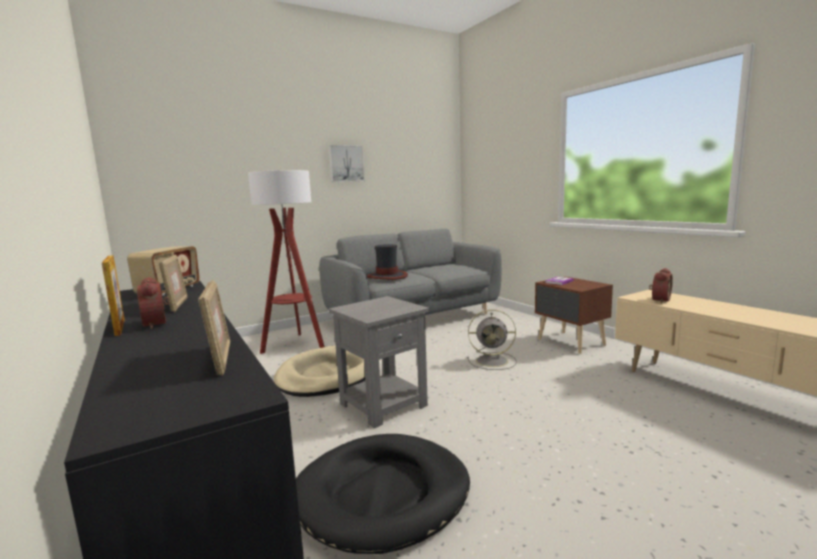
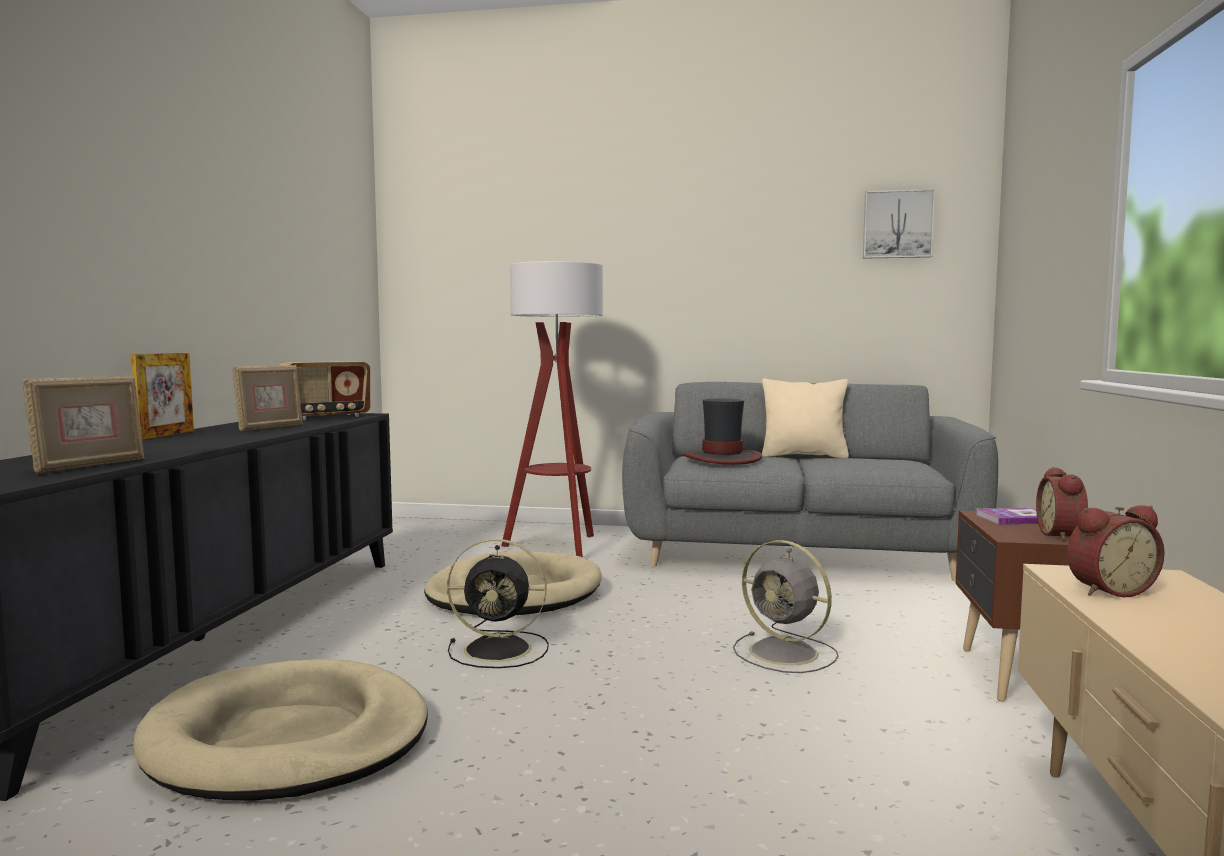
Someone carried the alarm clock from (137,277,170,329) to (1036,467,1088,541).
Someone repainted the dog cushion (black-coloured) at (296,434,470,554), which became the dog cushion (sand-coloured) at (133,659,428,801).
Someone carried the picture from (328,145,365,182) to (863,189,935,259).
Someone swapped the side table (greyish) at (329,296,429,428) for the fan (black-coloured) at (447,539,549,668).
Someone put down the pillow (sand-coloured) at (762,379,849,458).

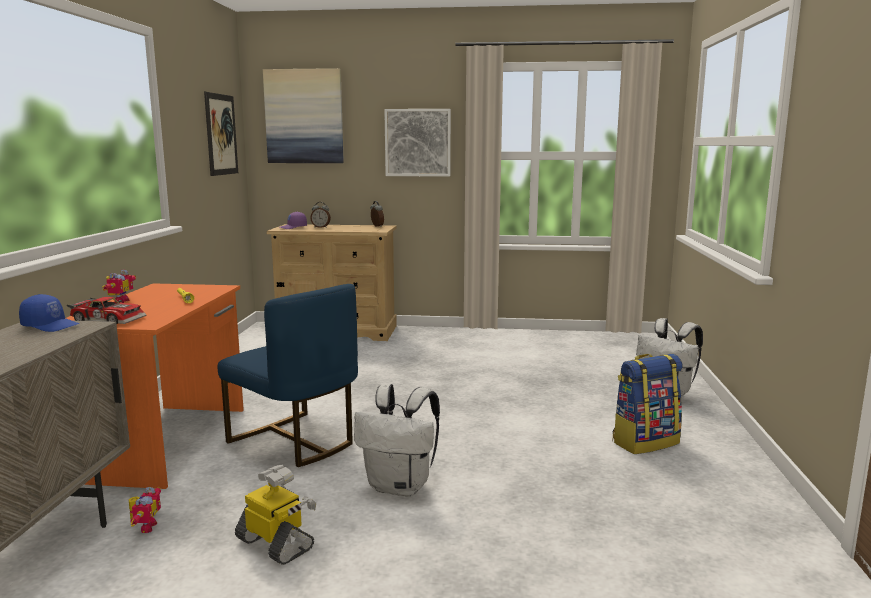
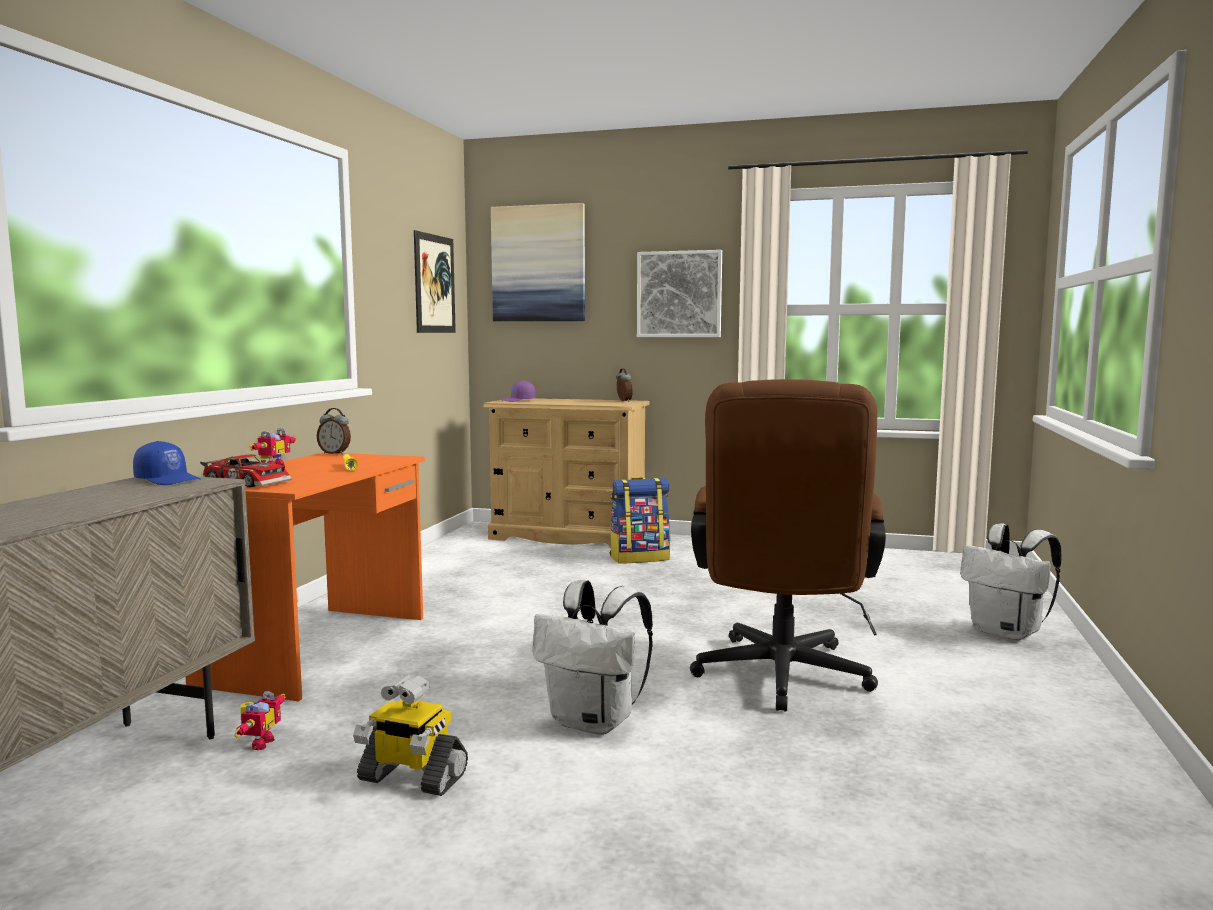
Someone took away the plain chair (bluish) at (218,284,358,467).
Someone rotated the robot figure at (235,465,316,565) by 150 degrees clockwise.
Someone carried the alarm clock from (310,202,331,228) to (317,408,351,455).
Someone carried the rucksack from (613,354,683,454) to (610,477,670,564).
Someone put down the computer chair (brown) at (690,379,886,712).

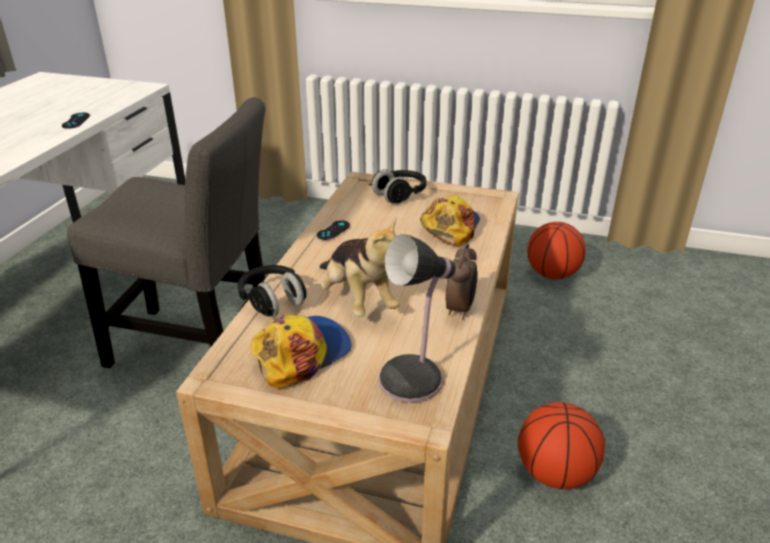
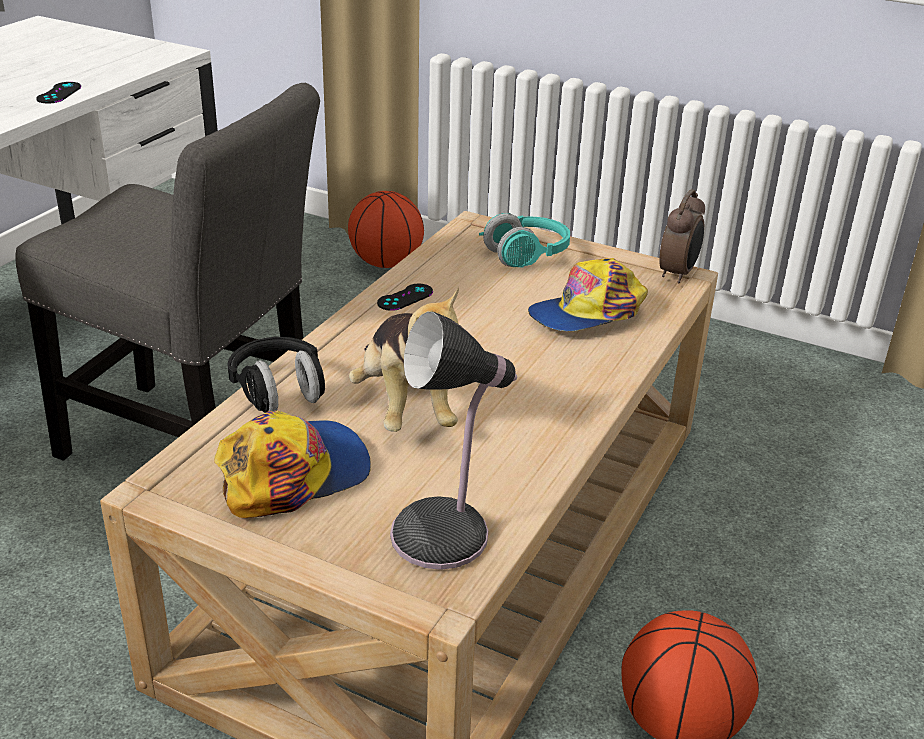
Someone repainted the headset (black-coloured) at (369,169,427,203), which became the headset (turquoise-coloured) at (479,213,570,268).
Someone rotated the baseball cap at (420,196,480,246) by 150 degrees counterclockwise.
Someone carried the alarm clock from (445,243,478,320) to (659,189,705,283).
Someone carried the ball for basketball from (527,222,586,279) to (348,191,424,268).

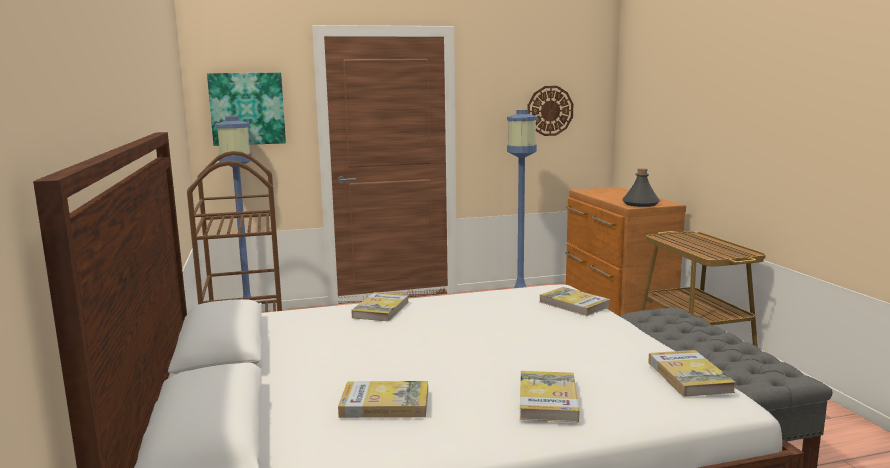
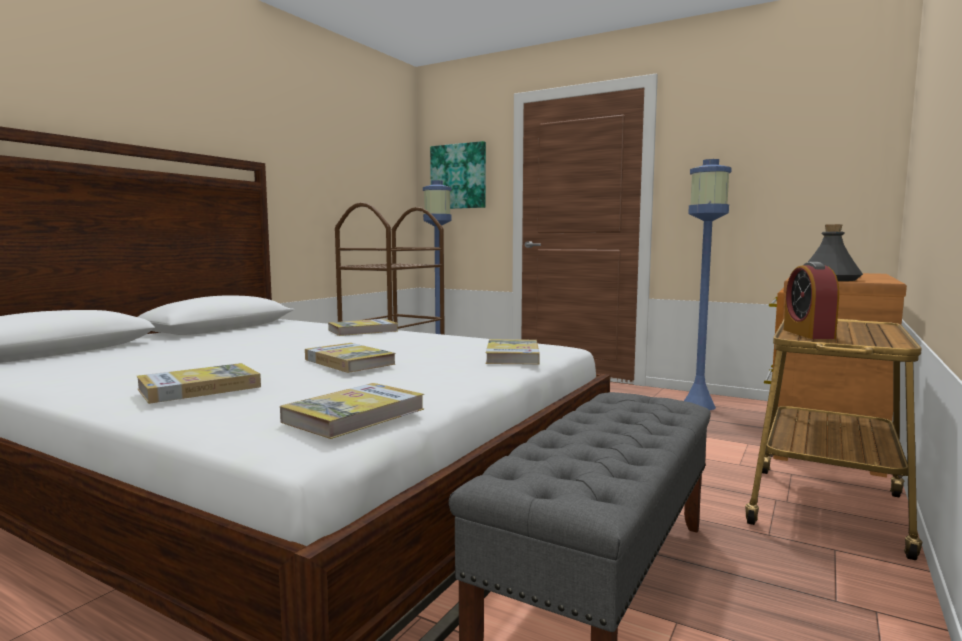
Someone carried the volume from (338,381,428,418) to (305,343,396,373).
Someone took away the hanging clock at (528,86,573,136).
Someone put down the alarm clock at (784,262,839,339).

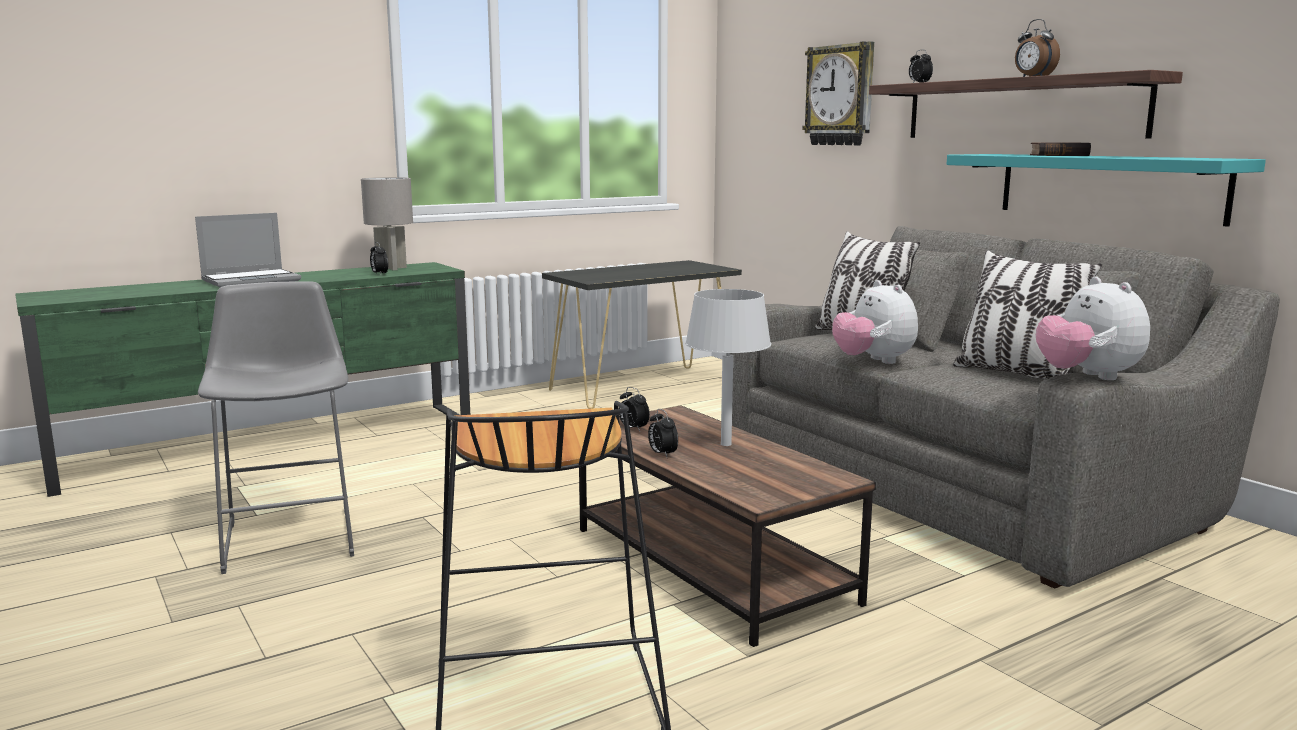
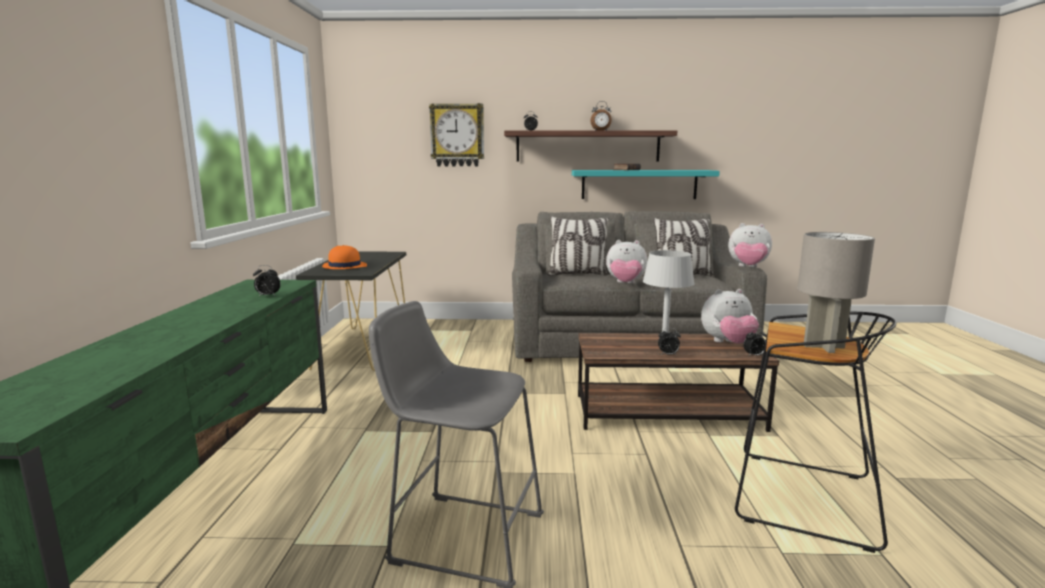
Someone took away the laptop at (195,213,301,287).
Someone carried the lamp for a table (greyish) from (361,177,413,270) to (797,232,875,353).
Someone carried the alarm clock from (619,387,650,431) to (744,328,767,357).
Someone put down the hat (orange-coloured) at (322,245,367,269).
Someone put down the plush toy at (701,289,759,344).

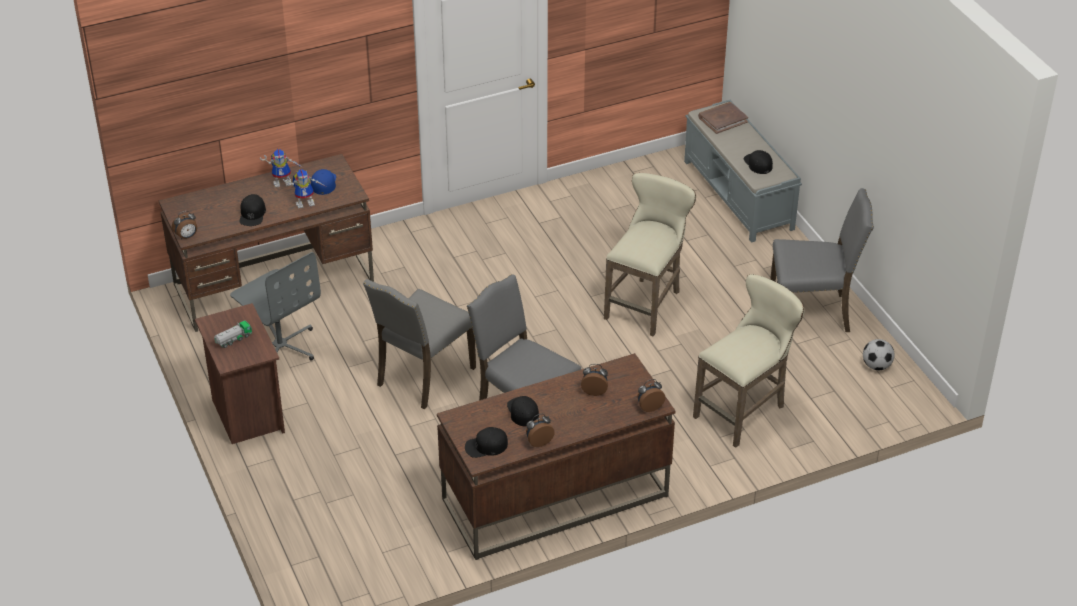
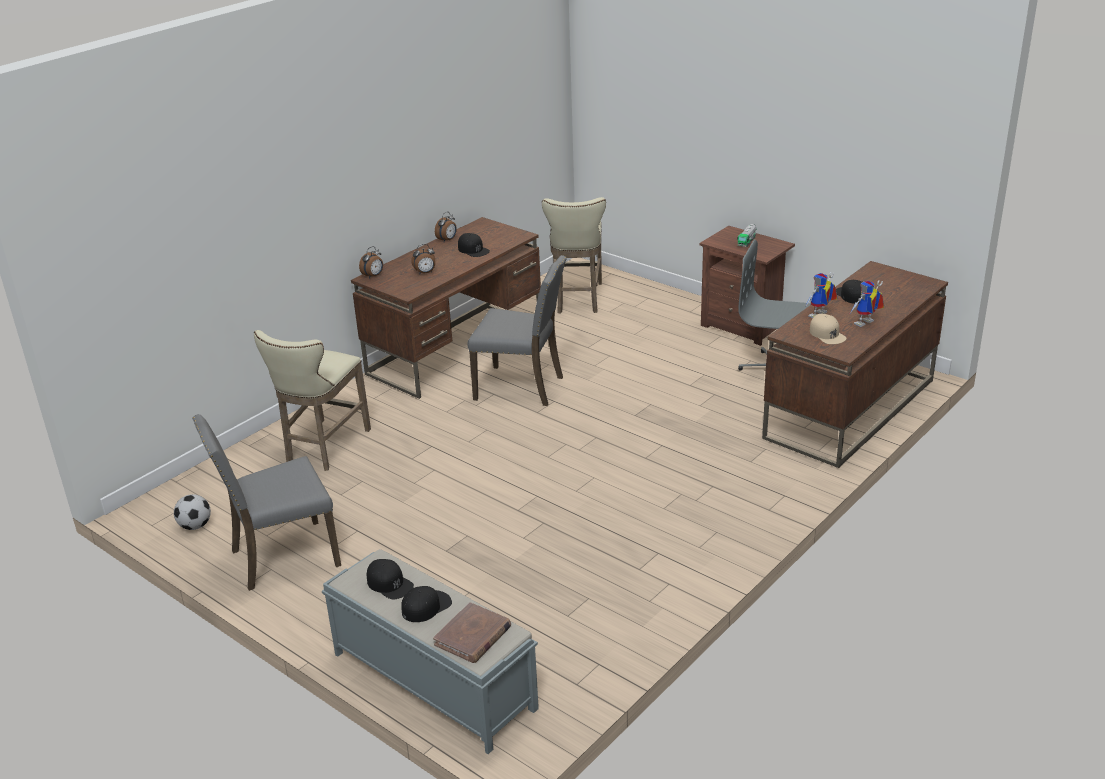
Someone took away the alarm clock at (172,211,197,240).
Someone repainted the baseball cap (bluish) at (311,169,336,195), which became the baseball cap (sand-coloured) at (810,314,847,344).
Someone took away the plain chair (greyish) at (363,279,476,409).
Someone carried the baseball cap (black-coloured) from (465,427,508,458) to (401,586,452,622).
Someone carried the sitting stool (sand-coloured) from (604,173,696,336) to (542,197,606,314).

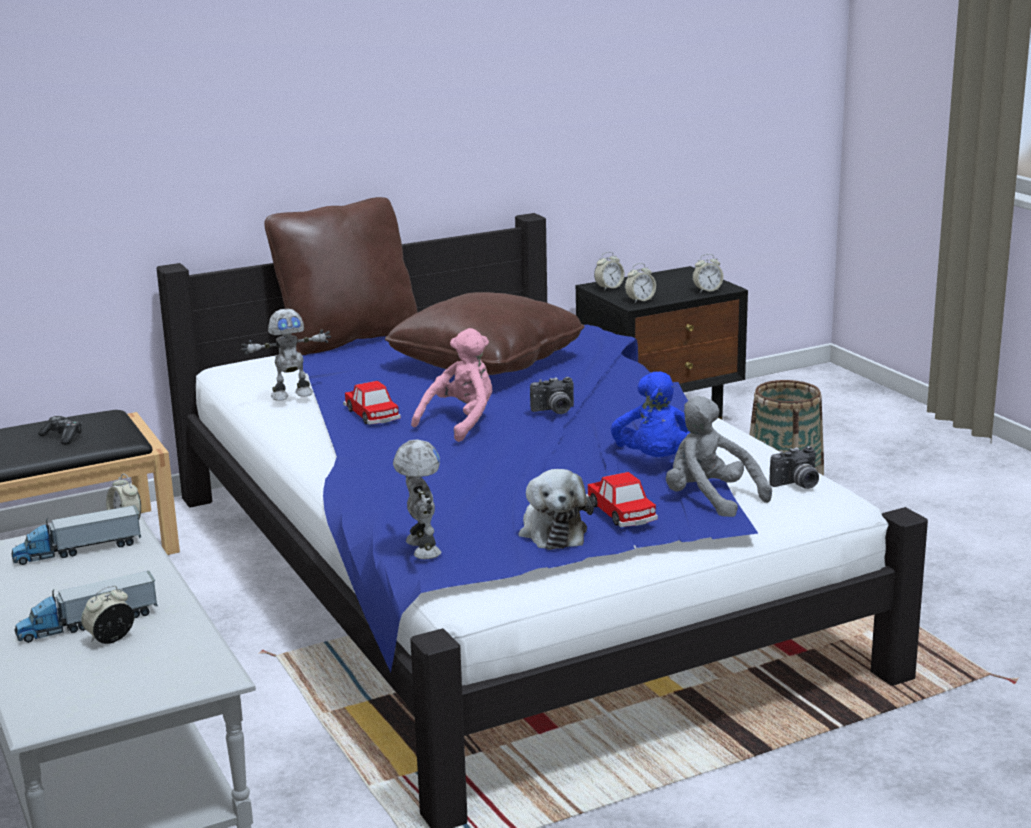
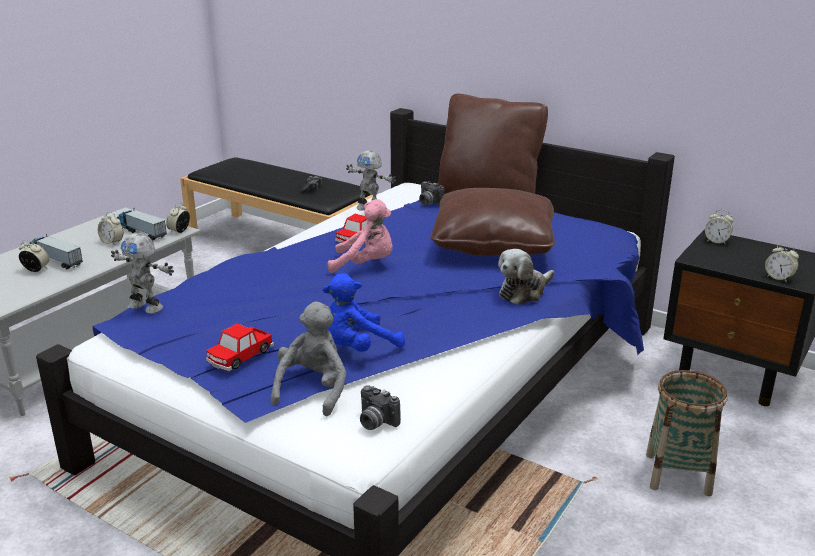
Someone rotated the robot figure at (393,439,441,559) by 75 degrees clockwise.
Someone carried the plush toy from (518,469,594,550) to (498,249,554,305).
Someone carried the still camera from (530,377,574,414) to (419,181,444,205).
Someone carried the alarm clock from (625,263,656,303) to (98,212,124,246).

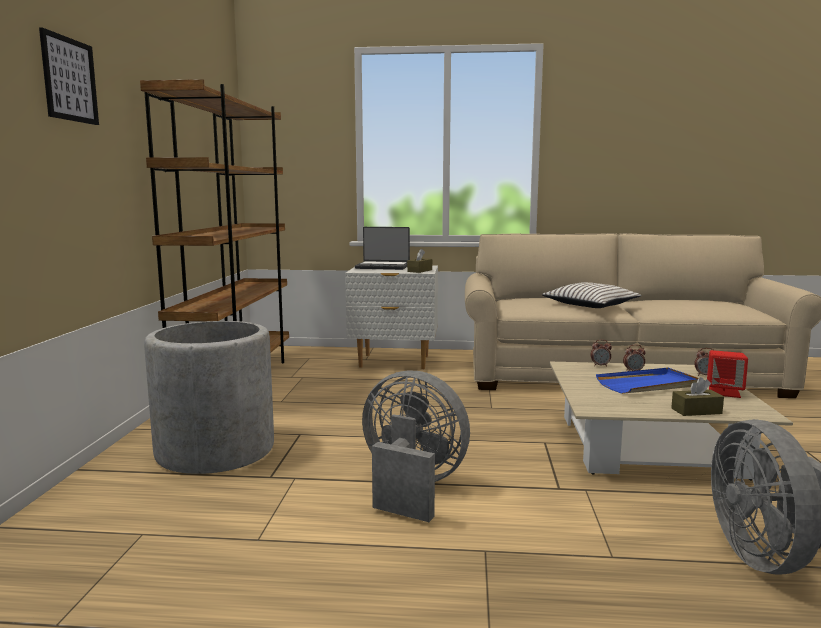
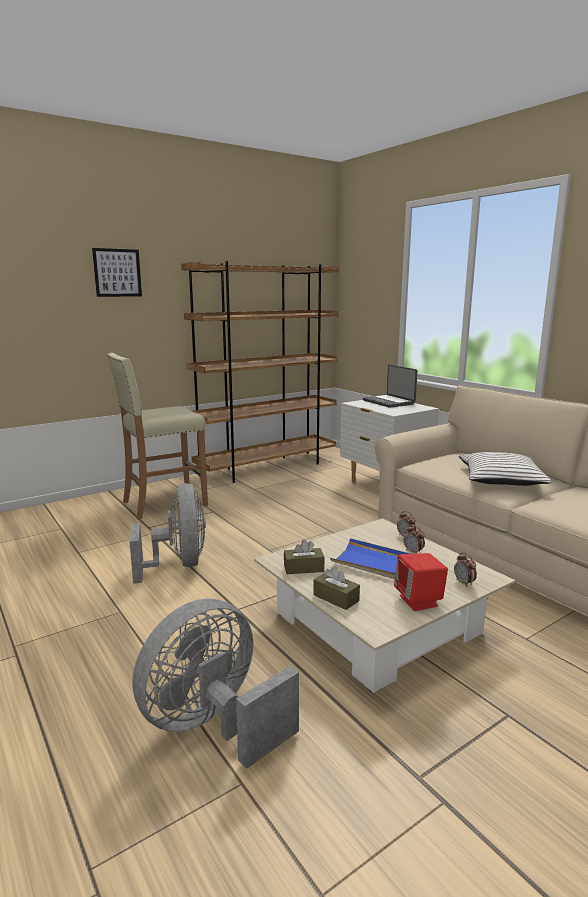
Someone swapped the planter (greyish) at (144,321,274,474) for the sitting stool (sand-coloured) at (107,353,208,520).
Someone carried the tissue holder (brown) from (407,249,432,273) to (284,539,324,574).

